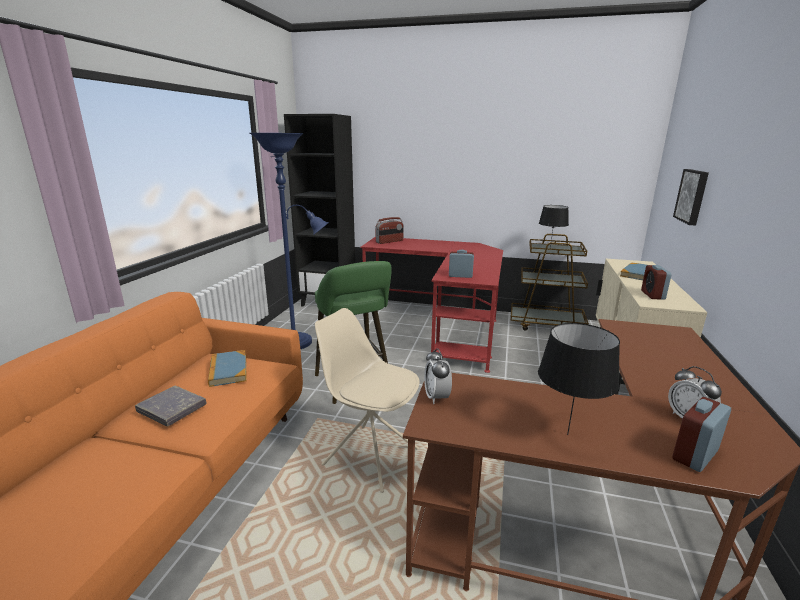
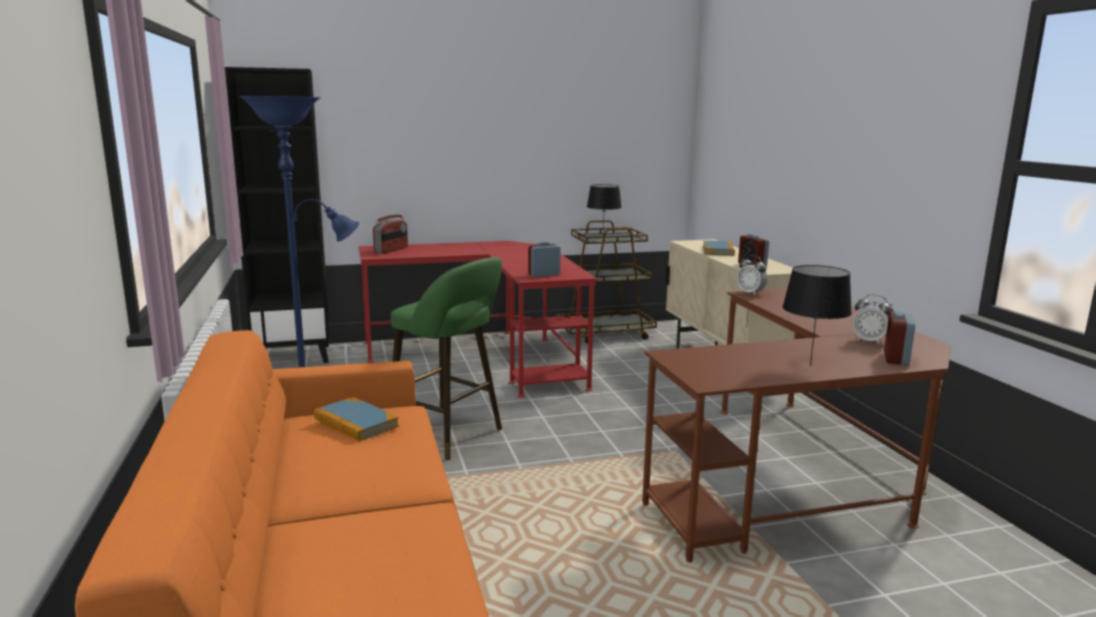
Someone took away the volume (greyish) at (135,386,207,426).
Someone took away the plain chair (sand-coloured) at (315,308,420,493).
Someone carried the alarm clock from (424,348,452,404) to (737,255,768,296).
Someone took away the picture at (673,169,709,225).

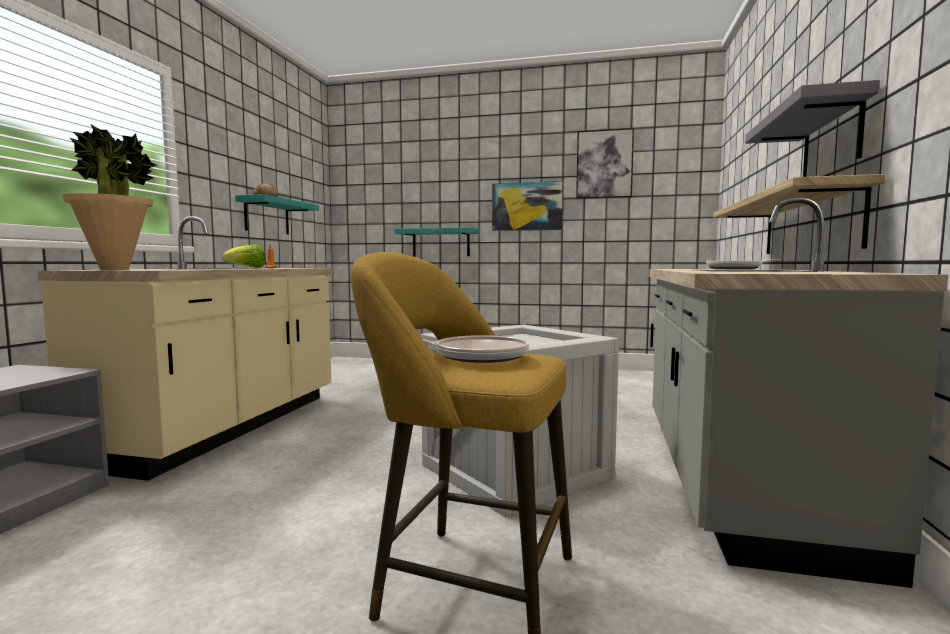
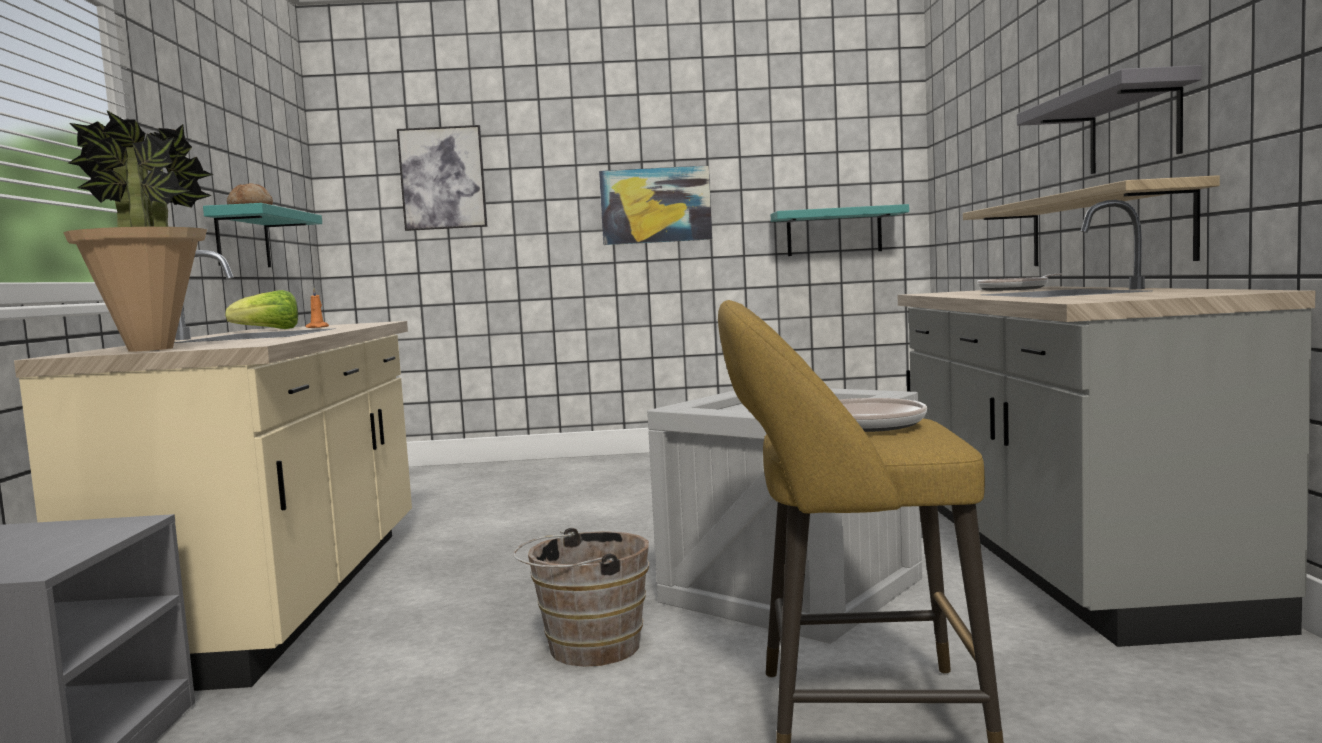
Someone carried the shelf (turquoise-coloured) from (394,227,479,256) to (771,204,909,256).
Someone carried the picture from (576,128,634,199) to (397,125,487,231).
Someone put down the pail (brown) at (513,528,649,667).

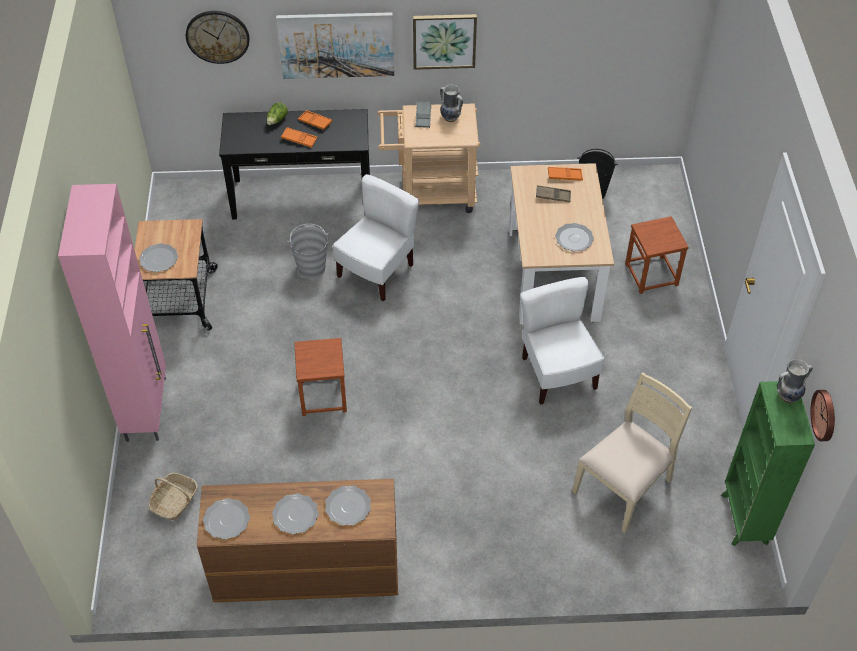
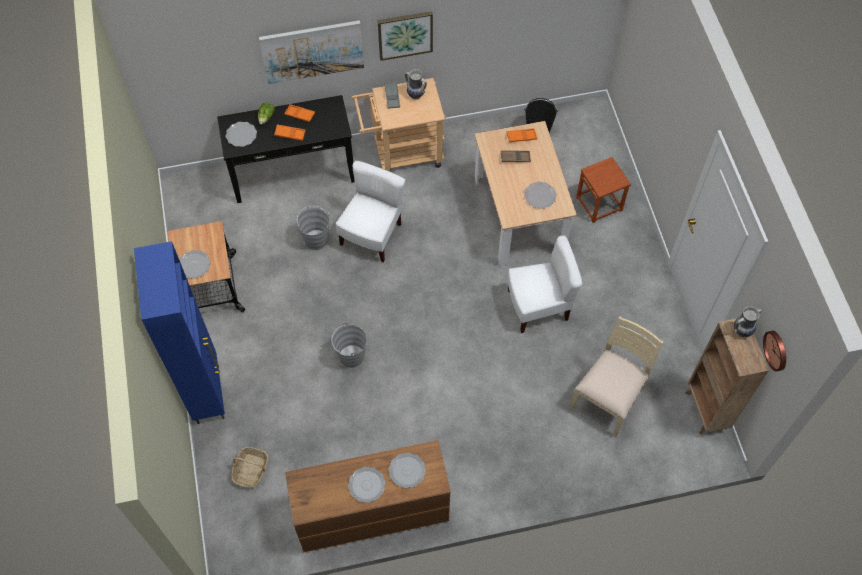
Someone repainted the cabinet (pinkish) at (58,184,166,442), which became the cabinet (bluish) at (134,241,225,424).
Someone took away the hanging clock at (186,11,249,64).
Someone carried the flat dish from (203,498,250,539) to (225,122,257,147).
Someone swapped the sitting stool (brown) at (294,338,347,416) for the pail (greyish) at (331,323,367,368).
Someone rotated the plain chair (whitish) at (521,277,604,405) by 105 degrees clockwise.
Someone repainted the shelving unit (greenish) at (721,381,815,546), which became the shelving unit (brown) at (685,318,769,435).

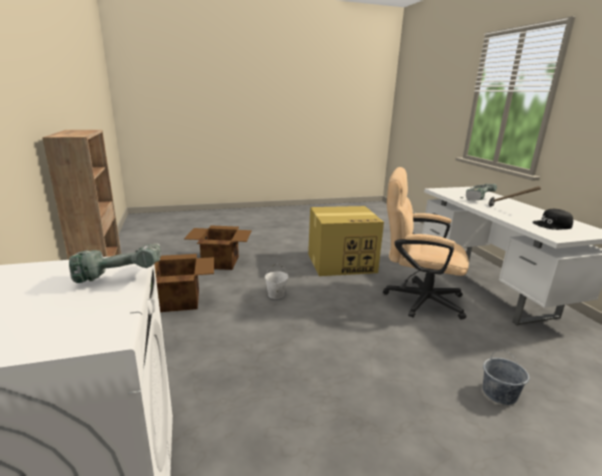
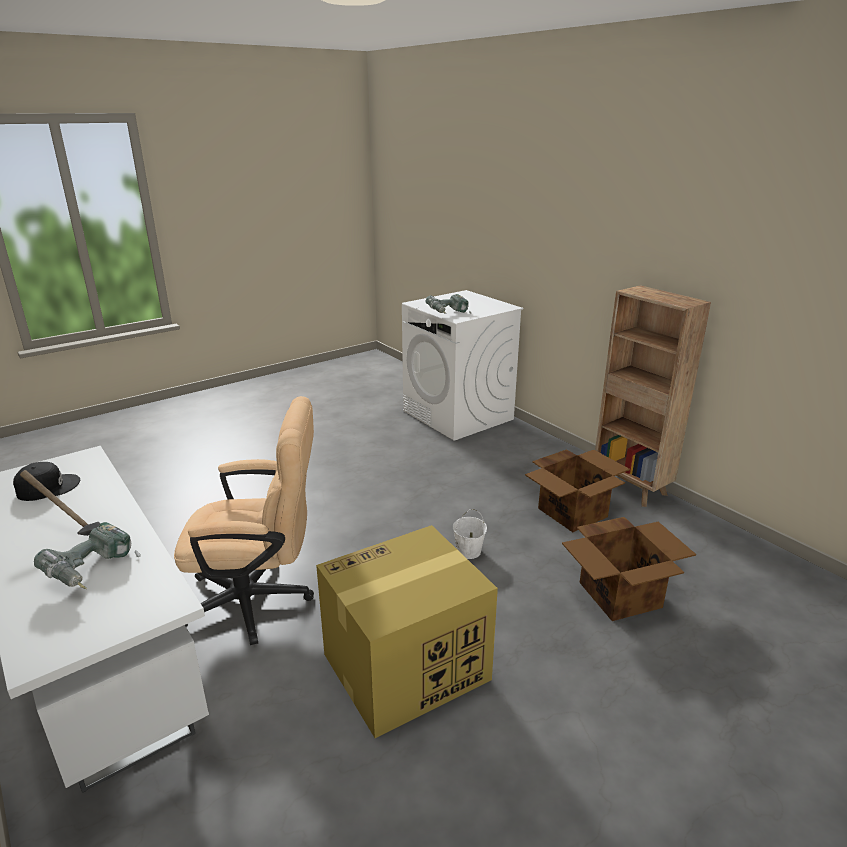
Someone took away the pail (greyish) at (483,350,529,405).

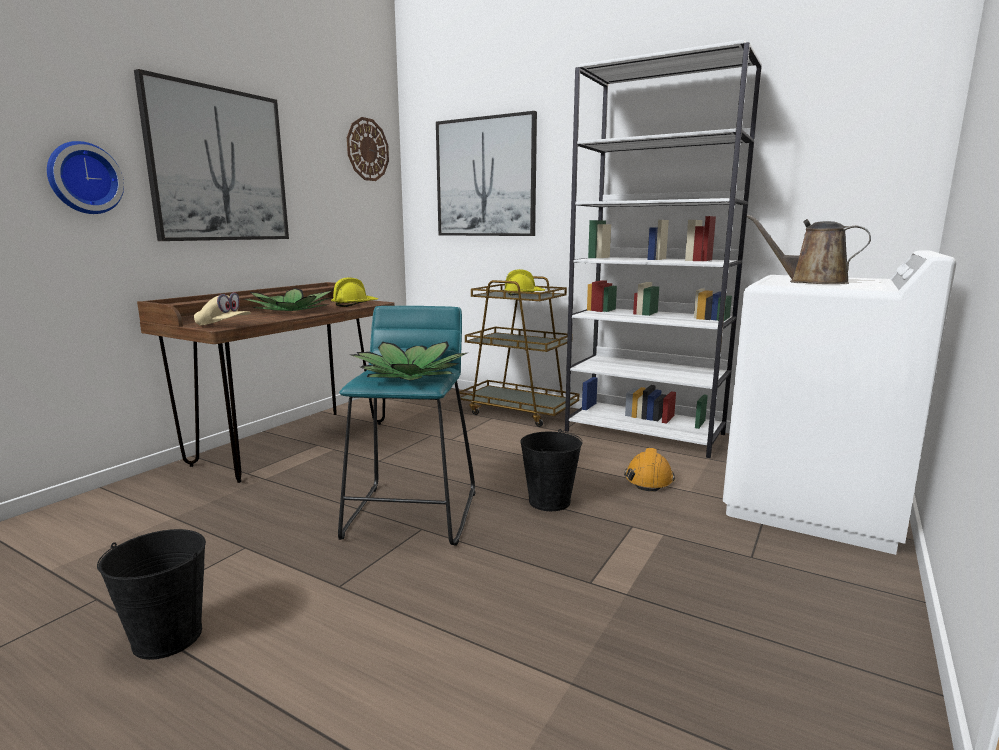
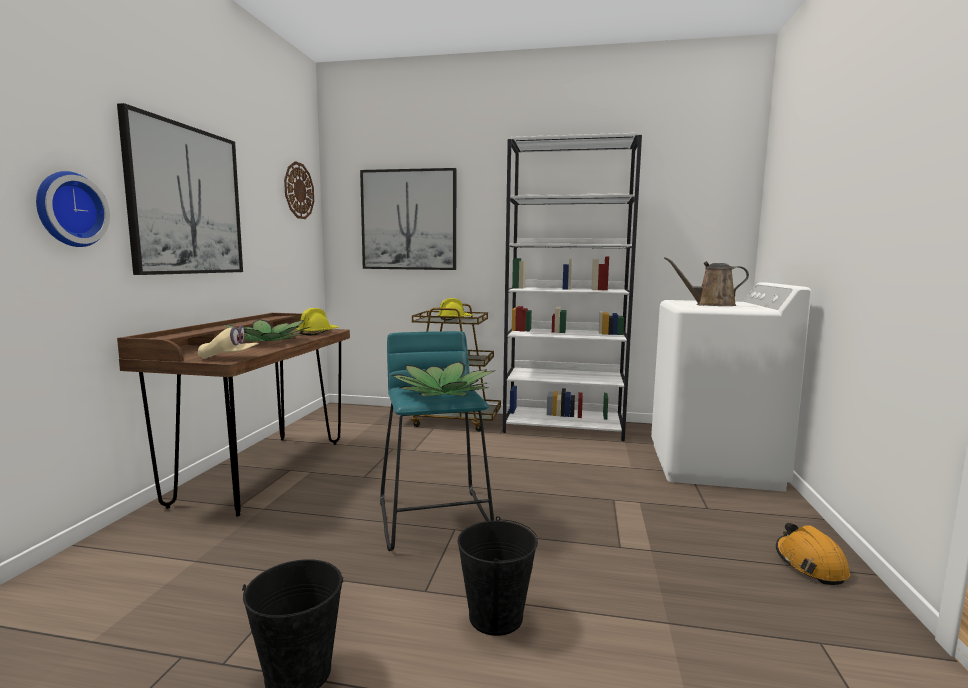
Someone carried the pail (black-coloured) from (520,429,583,511) to (458,516,538,636).
Someone carried the hard hat (orange-coloured) from (624,448,675,491) to (776,523,850,585).

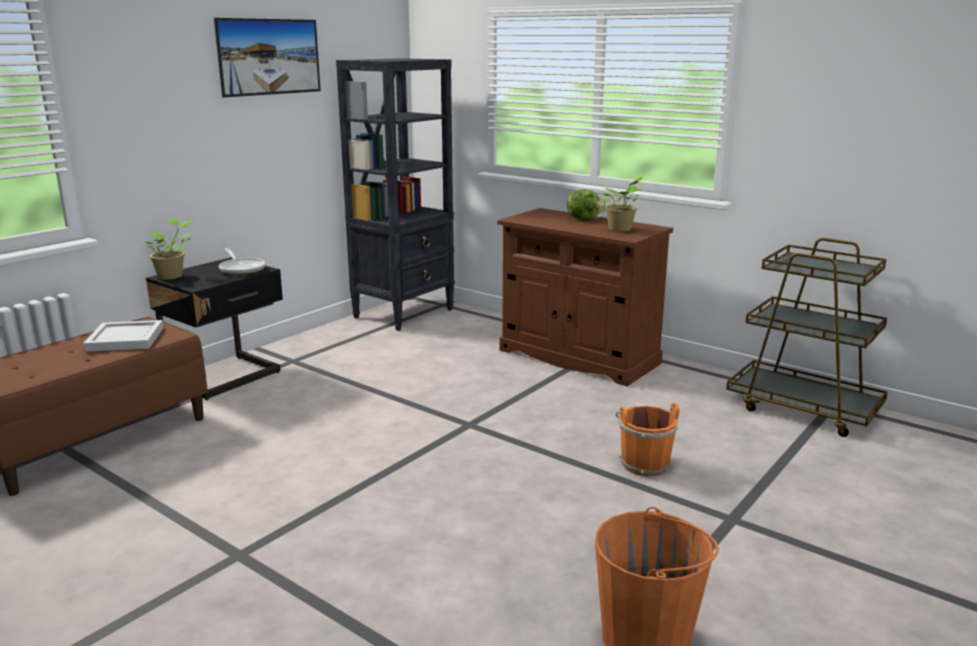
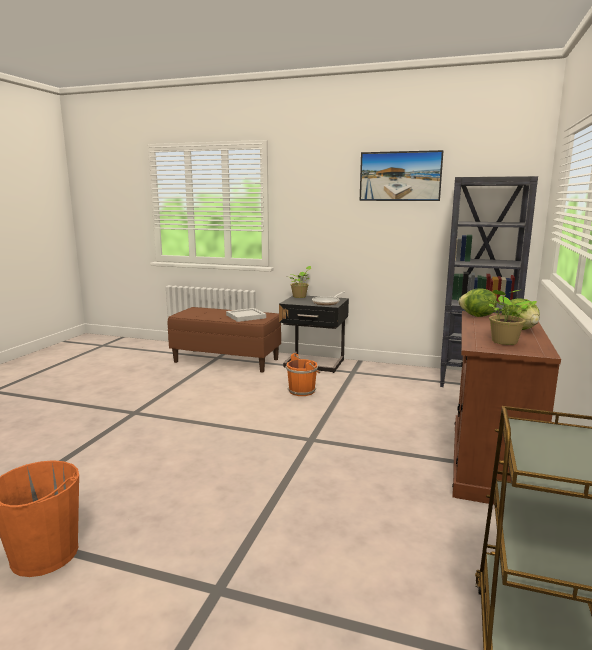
Someone carried the pail (orange-coloured) from (616,403,680,477) to (285,353,320,396).
Someone put down the lettuce at (458,289,497,317).

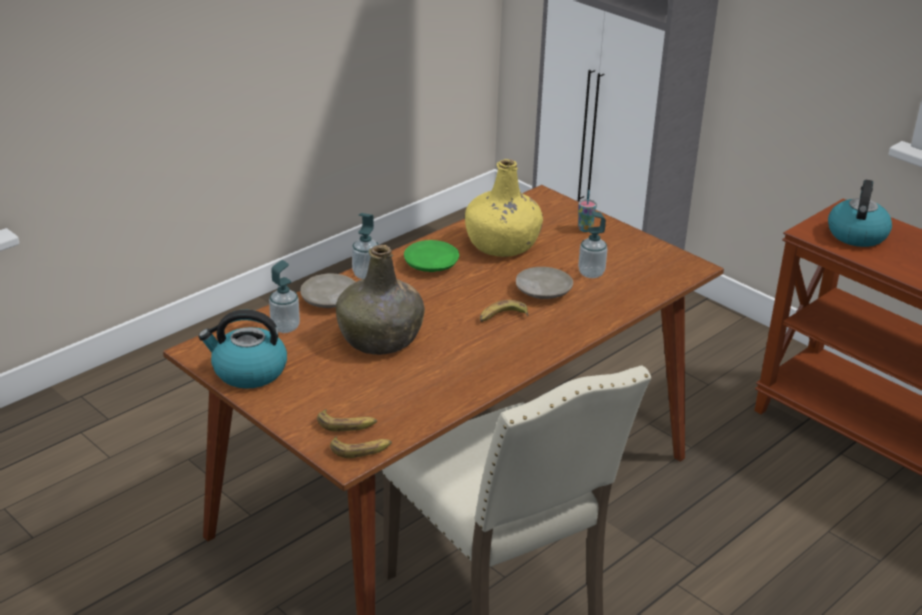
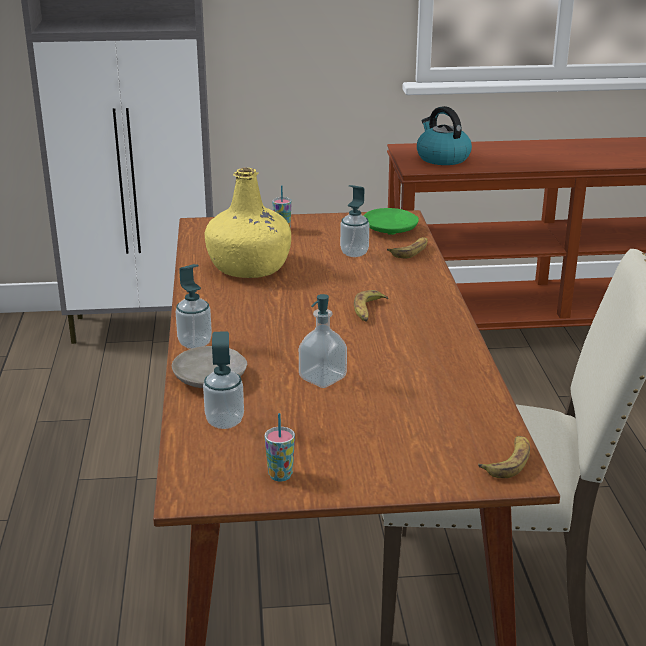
Someone swapped the tea kettle at (198,310,287,389) for the small cup at (265,413,295,482).
Someone carried the banana fruit from (317,409,377,432) to (387,237,428,258).
Someone swapped the bottle (greenish) at (336,245,425,355) for the liquid soap bottle at (299,294,347,388).
Someone carried the flat dish (greenish) from (404,240,459,272) to (364,208,419,235).
Someone took away the flat dish (sand-coloured) at (516,267,573,299).

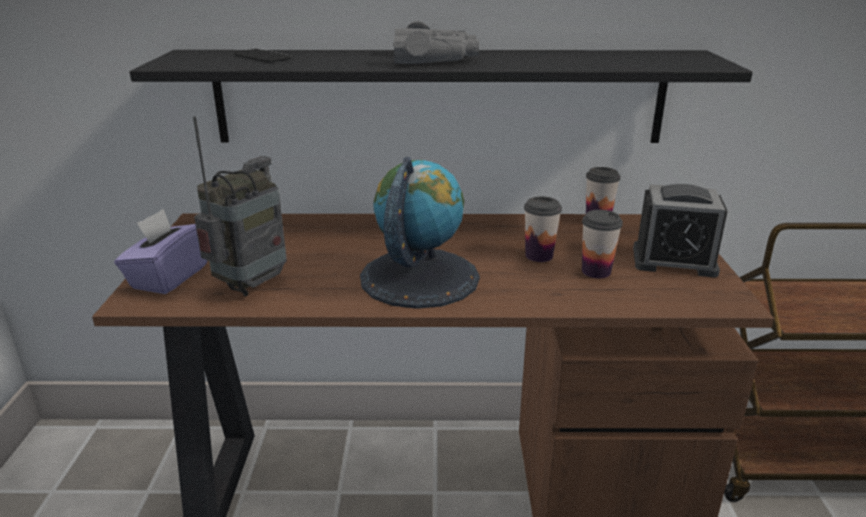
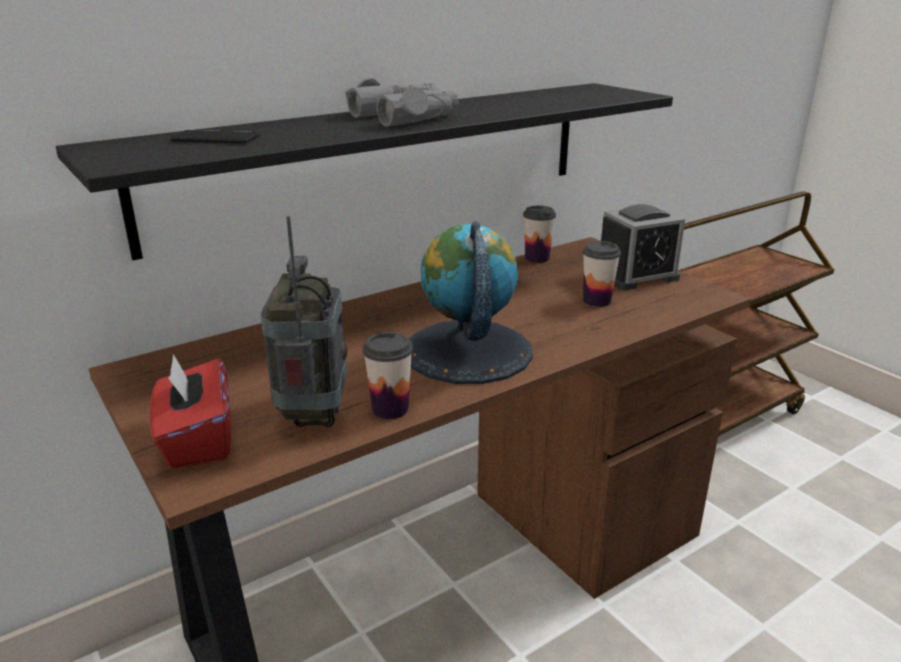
Someone repainted the tissue holder (purple-coloured) at (114,209,208,294), which became the tissue holder (red-coloured) at (150,354,231,469).
Someone carried the small cup from (524,197,562,262) to (363,332,413,419).

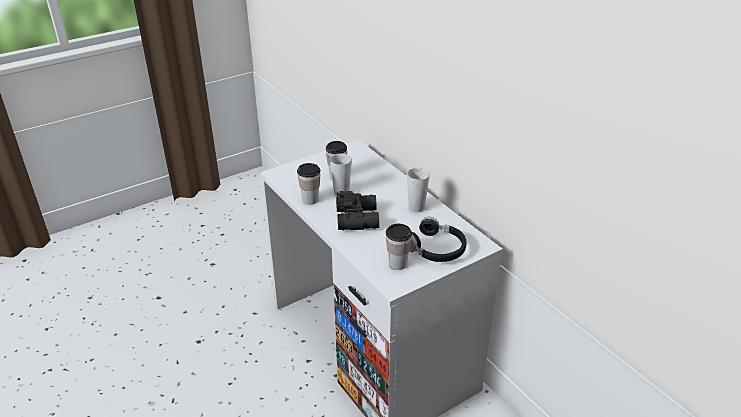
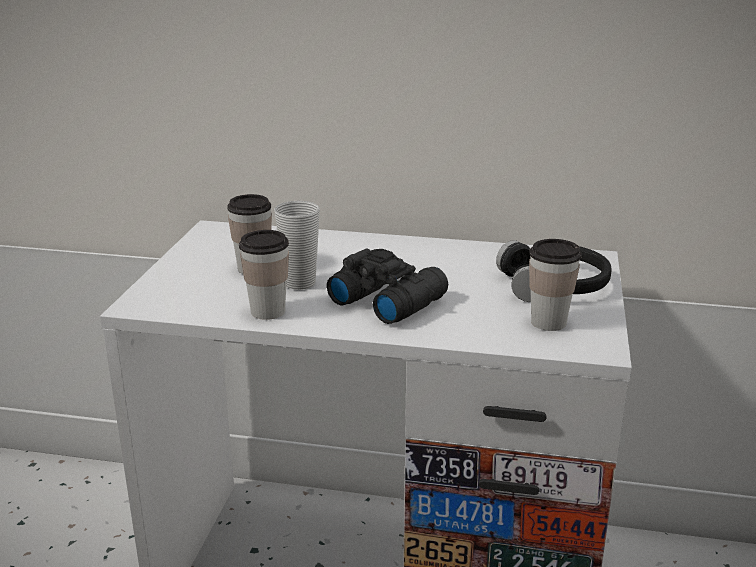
Someone took away the small cup at (407,168,430,212).

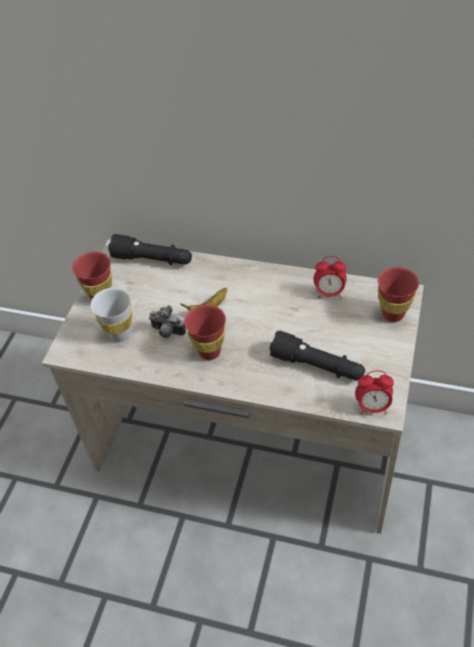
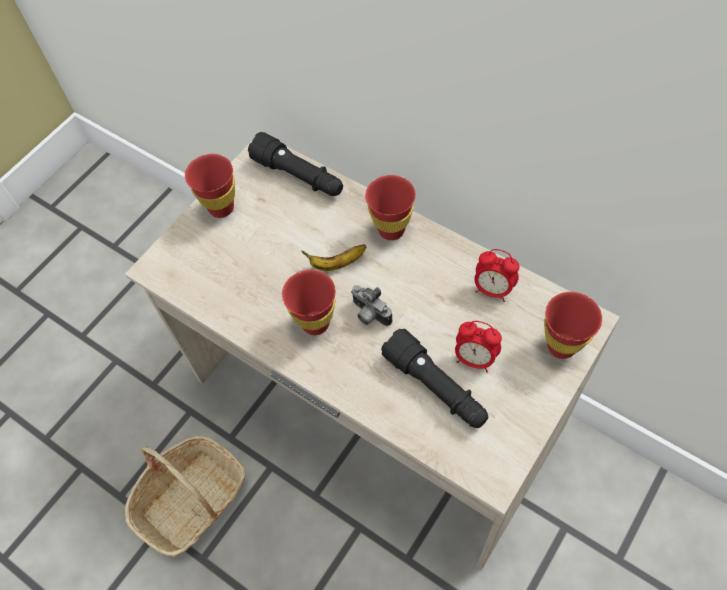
Someone took away the small cup (whitish) at (91,288,132,342).
Someone carried the still camera from (149,305,186,338) to (351,285,393,326).
Someone carried the alarm clock from (355,371,394,414) to (455,321,502,372).
Someone put down the household basket at (125,436,246,557).
Someone put down the small cup (red-coloured) at (365,175,416,240).

